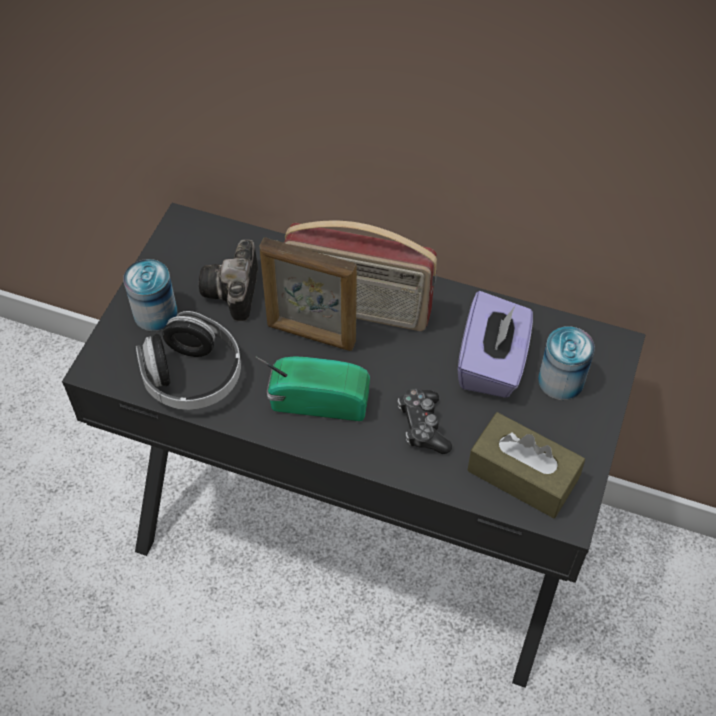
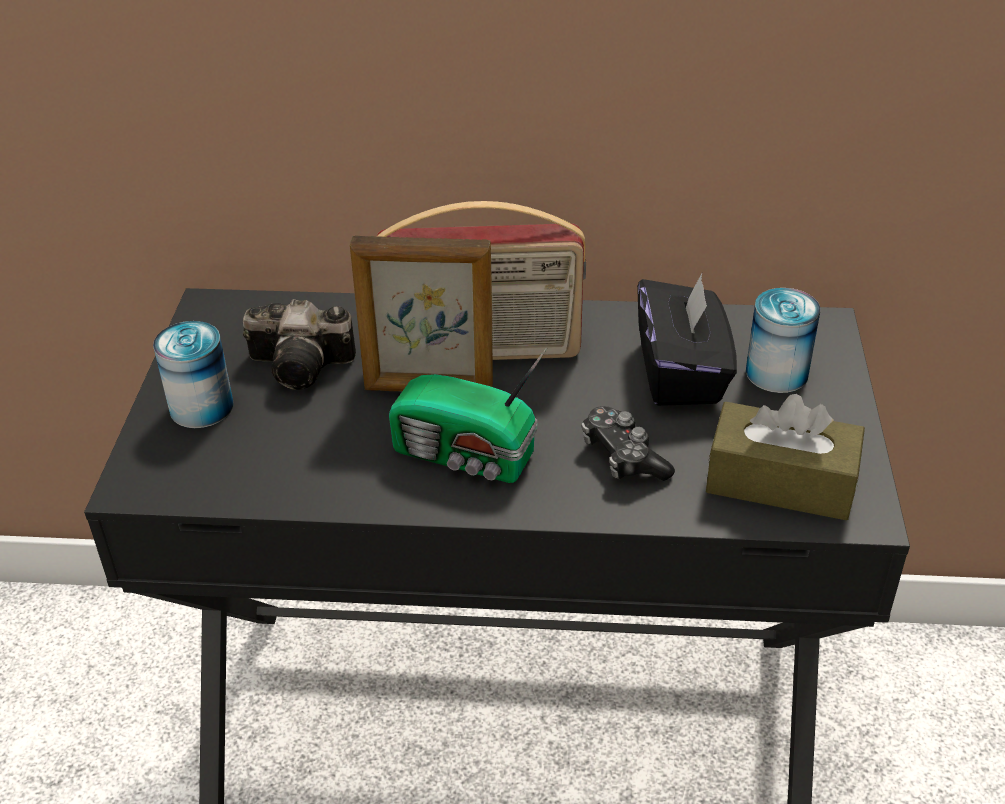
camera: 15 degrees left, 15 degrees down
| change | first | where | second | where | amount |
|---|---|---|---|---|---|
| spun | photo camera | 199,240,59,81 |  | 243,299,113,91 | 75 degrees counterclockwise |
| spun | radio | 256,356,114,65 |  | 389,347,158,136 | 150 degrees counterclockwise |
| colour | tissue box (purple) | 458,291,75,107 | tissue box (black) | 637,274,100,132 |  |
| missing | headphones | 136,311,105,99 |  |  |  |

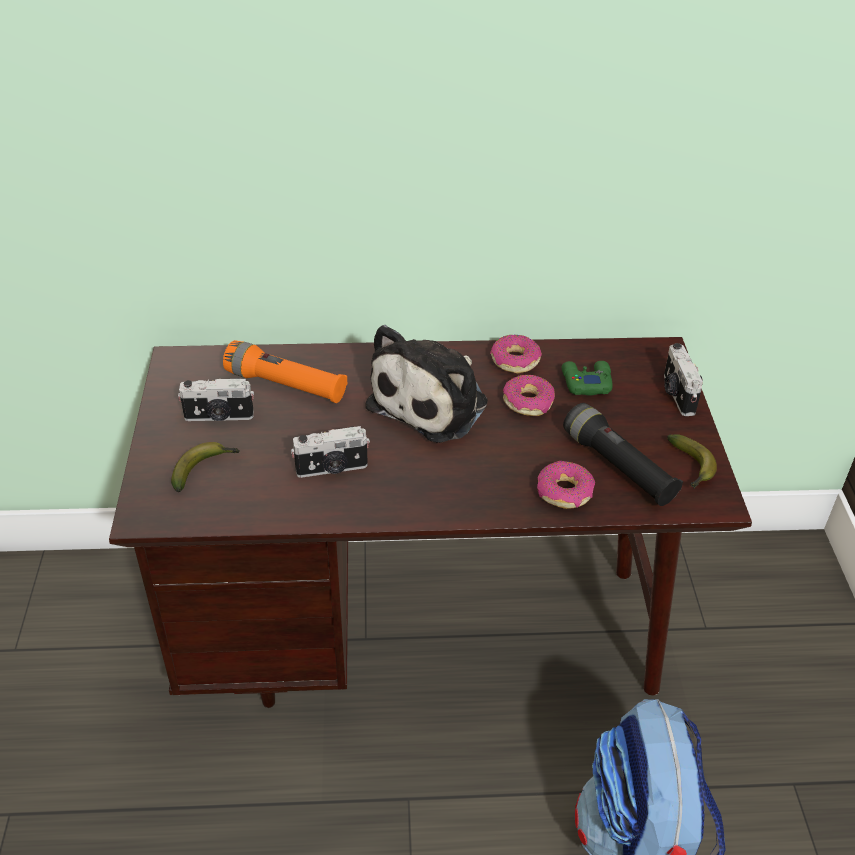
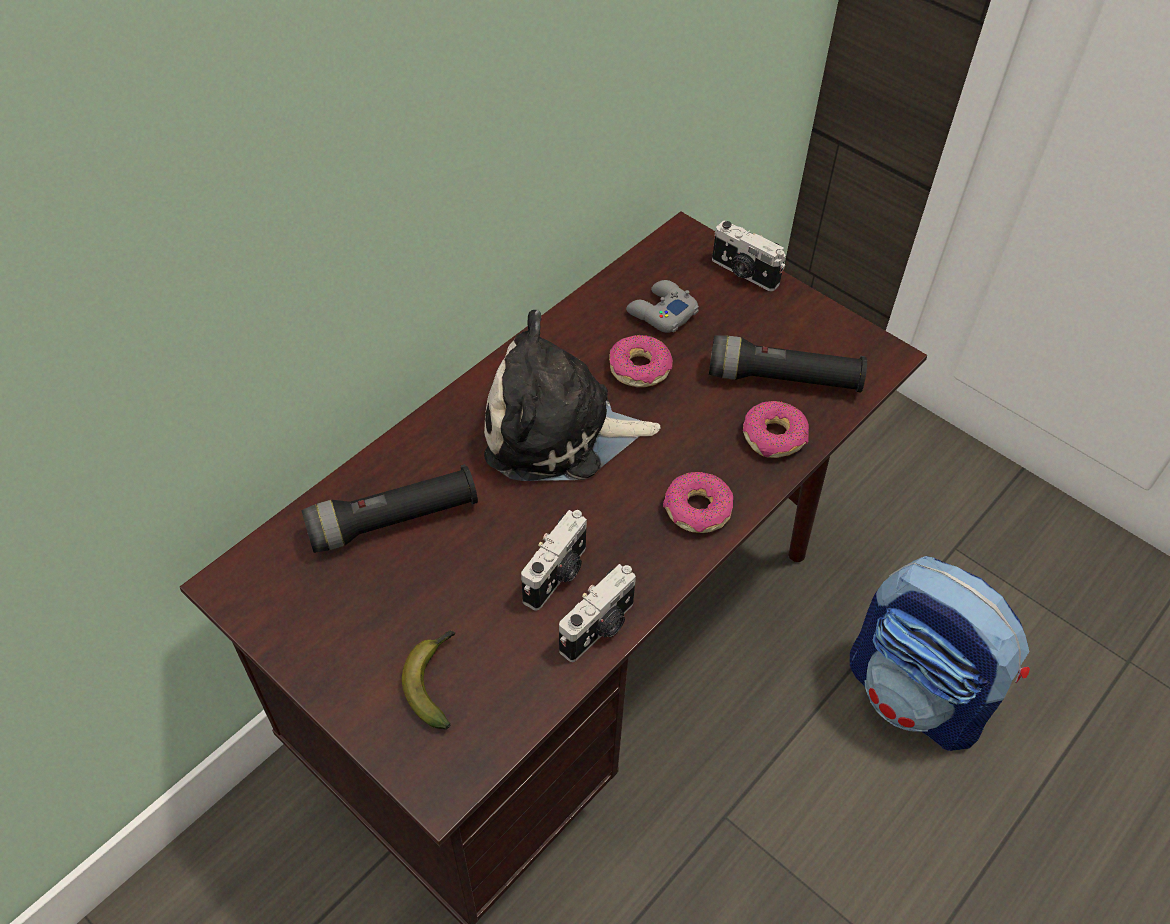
camera: 45 degrees left, 10 degrees up
| change | first | where | second | where | amount |
|---|---|---|---|---|---|
| colour | flashlight (orange) | 223,340,124,63 | flashlight (black) | 302,464,176,89 |  |
| spun | plush toy | 366,325,122,118 |  | 484,310,177,171 | 105 degrees clockwise |
| relocated | photo camera | 178,378,76,43 |  | 559,564,77,98 |  |
| colour | game controller (green) | 562,361,51,35 | game controller (grey) | 626,280,73,53 |  |
| relocated | donut | 490,335,52,38 |  | 663,472,70,61 |  |
| missing | banana | 667,434,50,55 |  |  |  |

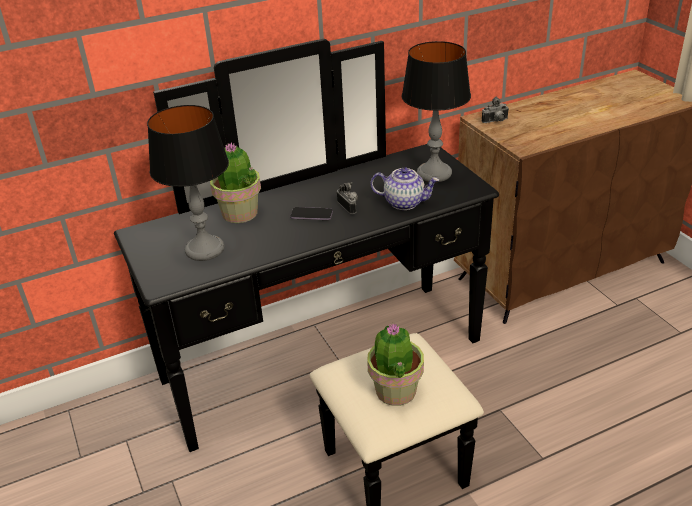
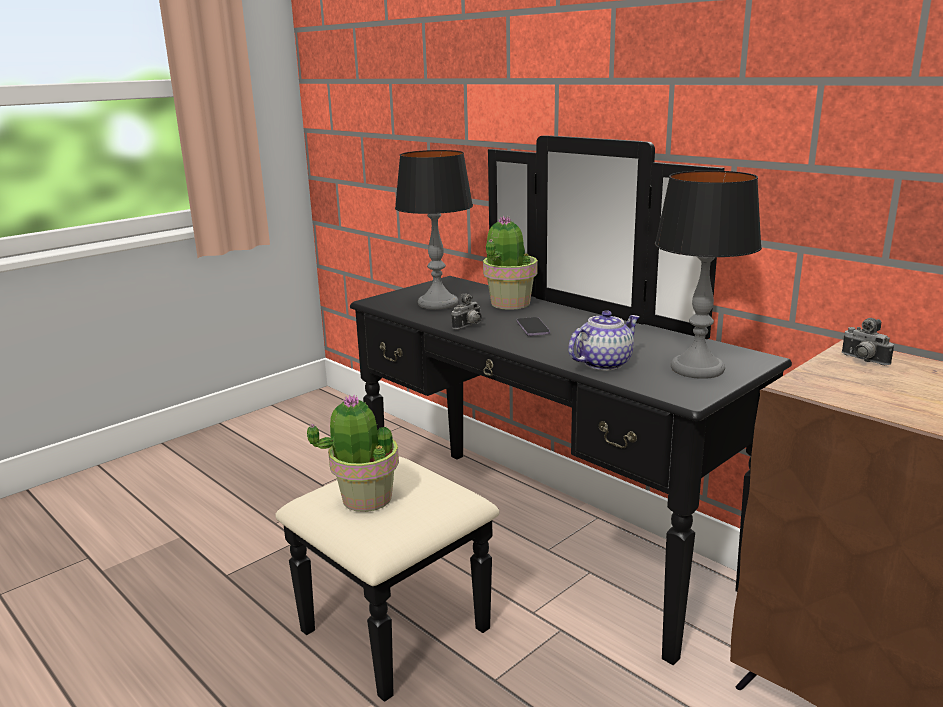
camera: 70 degrees right, 15 degrees down
| change | first | where | second | where | amount |
|---|---|---|---|---|---|
| relocated | photo camera | 337,182,21,32 |  | 452,293,30,37 |  |
| spun | teapot | 370,167,69,43 |  | 568,310,72,61 | 120 degrees counterclockwise |

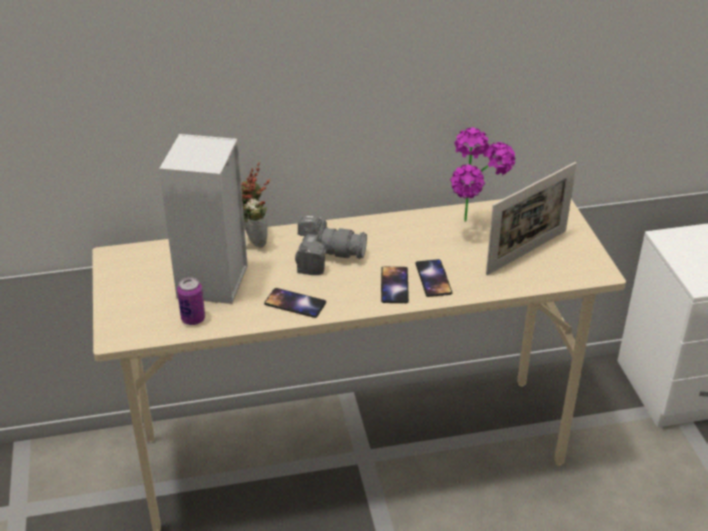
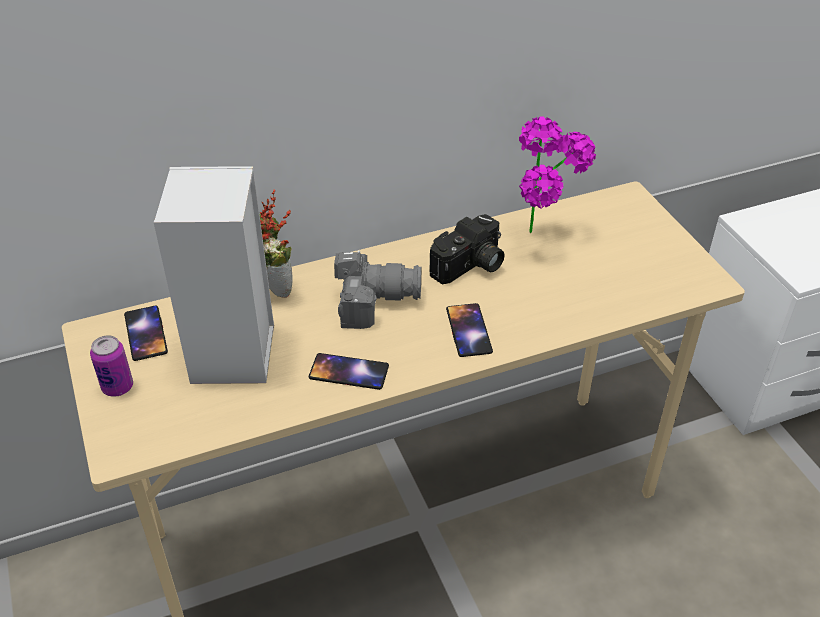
camera: 10 degrees left, 5 degrees up
| change | first | where | second | where | amount |
|---|---|---|---|---|---|
| relocated | can | 177,277,28,48 |  | 90,335,43,62 |  |
| relocated | phone | 416,259,36,38 |  | 124,306,44,55 |  |
| appeared |  |  | photo camera | 429,214,76,70 |  |
| missing | picture frame | 486,162,91,113 |  |  |  |

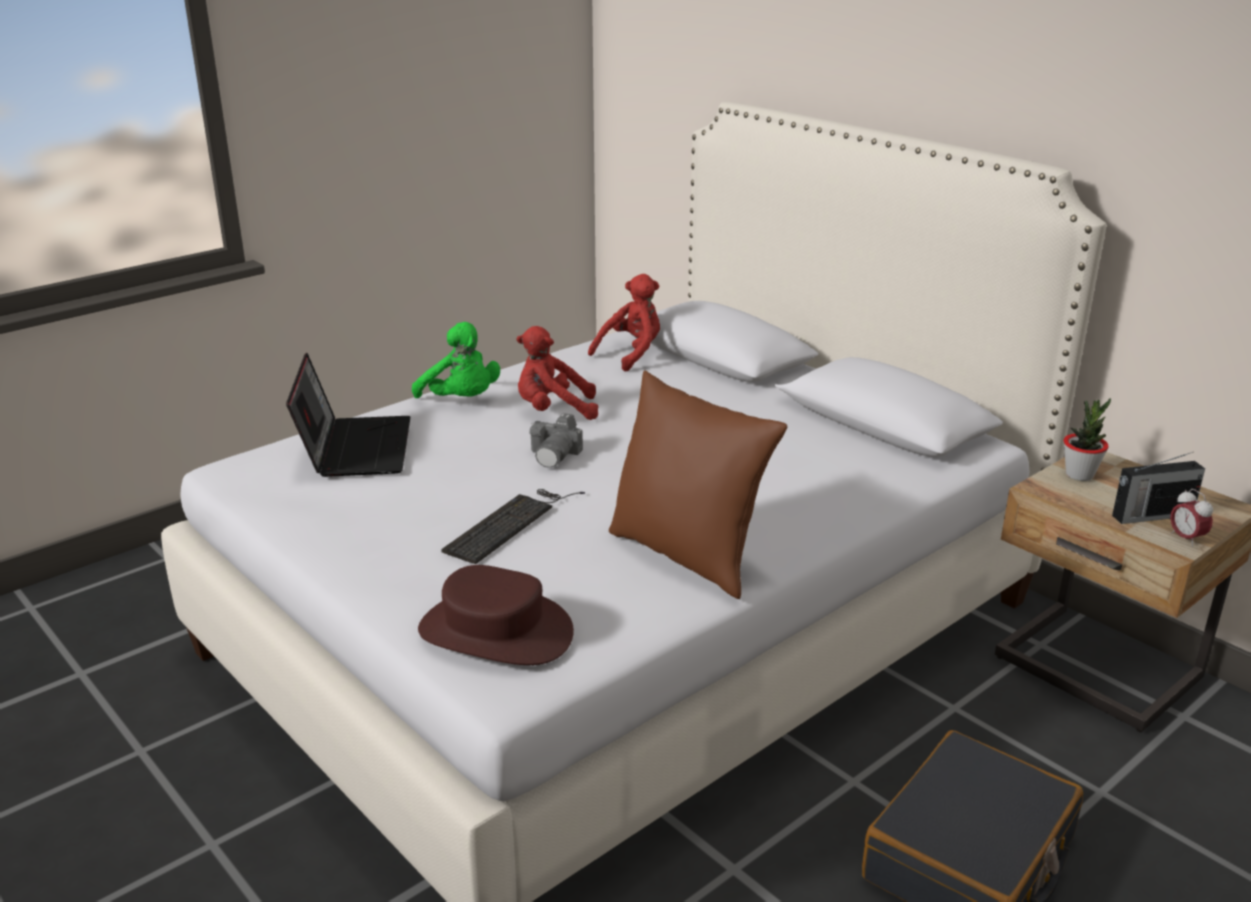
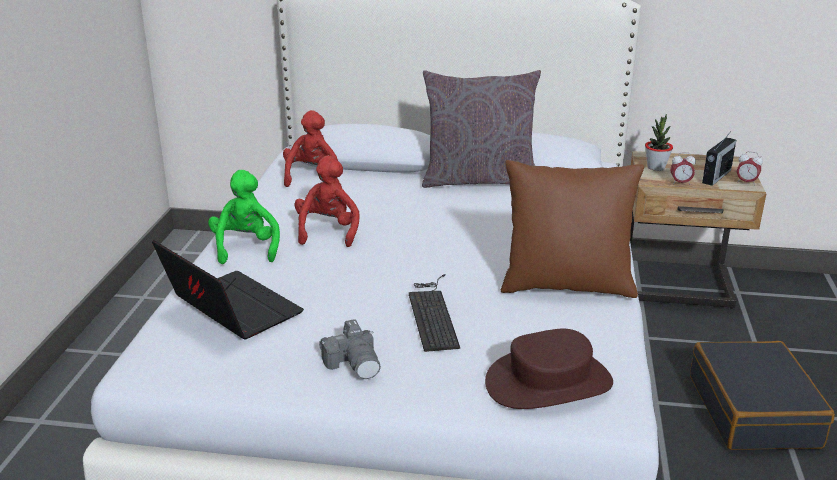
camera: 40 degrees left, 0 degrees up
| change | first | where | second | where | amount |
|---|---|---|---|---|---|
| spun | plush toy (green) | 412,322,88,76 |  | 208,170,72,94 | 105 degrees counterclockwise |
| spun | plush toy (red) | 516,326,82,94 |  | 294,156,65,91 | 135 degrees clockwise |
| relocated | photo camera | 529,413,54,55 |  | 319,319,62,60 |  |
| appeared |  |  | pillow (grey) | 422,70,119,118 |  |
| appeared |  |  | alarm clock | 670,152,26,33 |  |

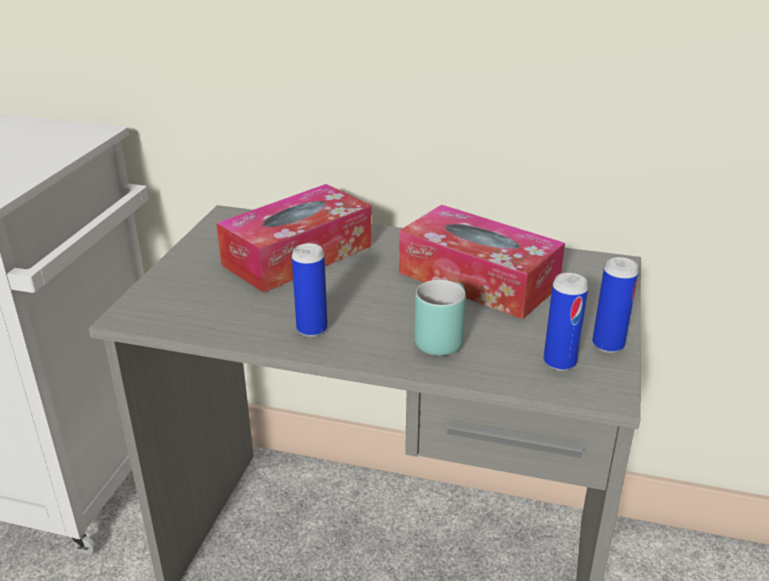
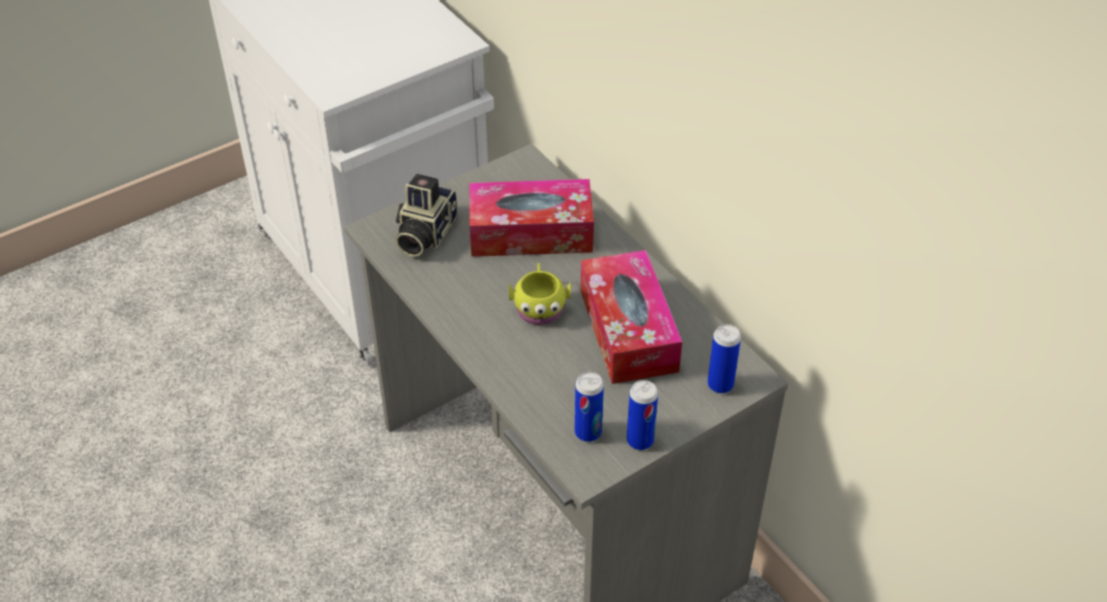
camera: 40 degrees right, 15 degrees up
| change | first | where | second | where | amount |
|---|---|---|---|---|---|
| appeared |  |  | photo camera | 395,174,62,83 |  |
| appeared |  |  | mug (yellow) | 509,263,62,62 |  |
| relocated | can | 292,243,36,94 |  | 707,324,34,70 |  |
| missing | mug (turquoise) | 414,280,52,76 |  |  |  |

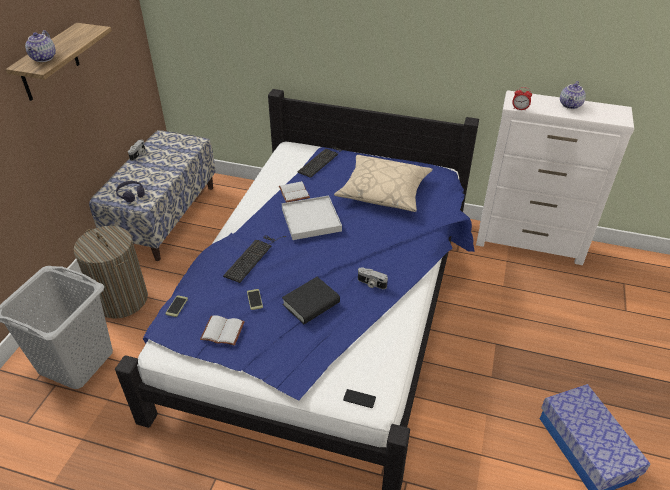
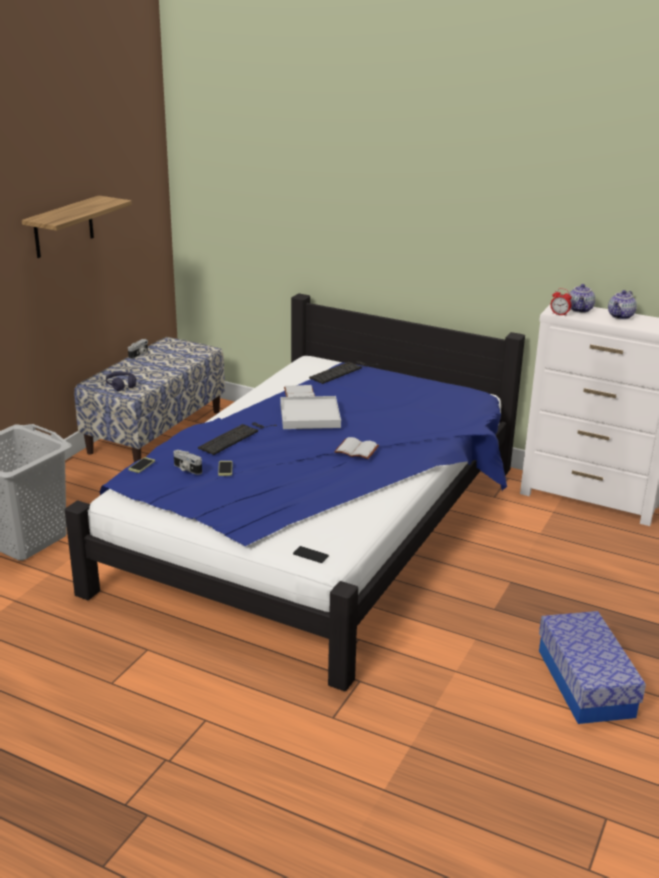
camera: 10 degrees right, 15 degrees down
| change | first | where | second | where | amount |
|---|---|---|---|---|---|
| relocated | photo camera | 358,267,30,22 |  | 173,450,29,25 |  |
| relocated | book (white) | 200,316,45,30 |  | 334,437,45,22 |  |
| relocated | teapot | 25,30,31,32 |  | 569,284,26,29 |  |
| missing | laundry basket | 73,226,75,93 |  |  |  |
| missing | book (black) | 282,277,58,47 |  |  |  |
| missing | pillow (beige) | 334,155,99,57 |  |  |  |

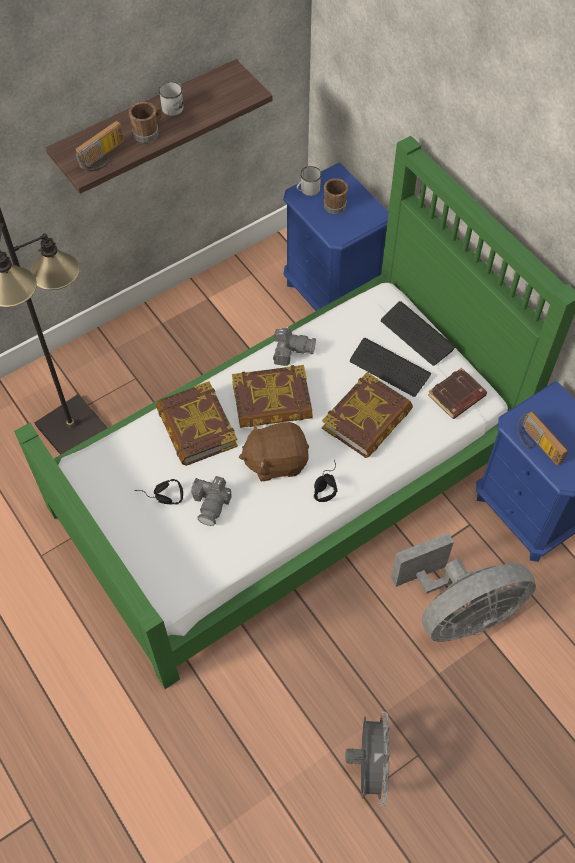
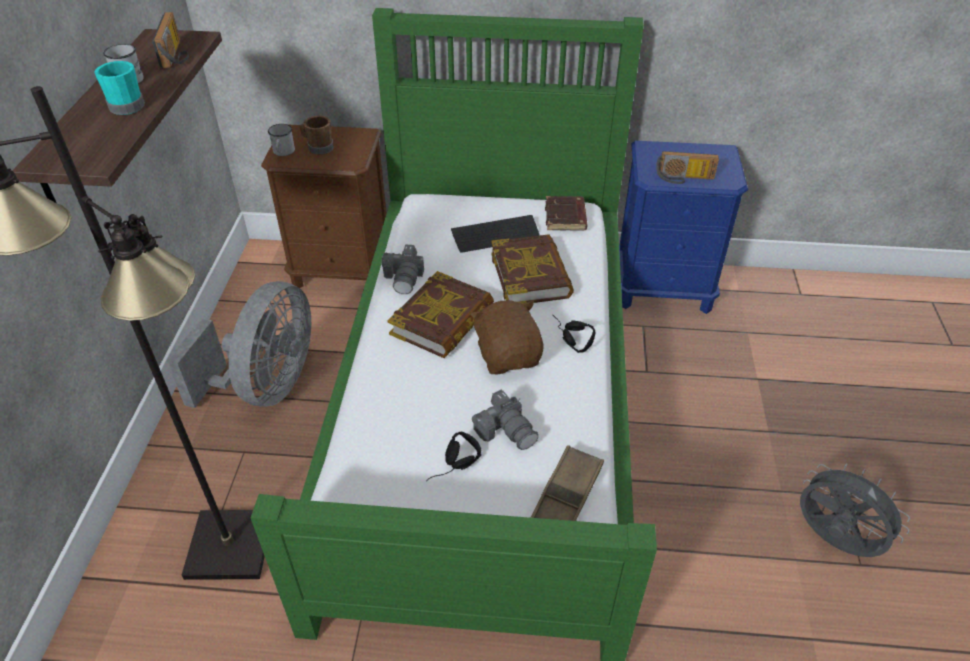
camera: 50 degrees left, 15 degrees down
| change | first | where | second | where | amount |
|---|---|---|---|---|---|
| colour | mug (brown) | 129,102,33,41 | mug (turquoise) | 94,61,51,54 |  |
| relocated | radio | 75,120,49,52 |  | 152,12,37,56 |  |
| relocated | fan (grey) | 391,533,145,109 |  | 167,281,144,127 |  |
| colour | nightstand (blue) | 283,162,106,149 | nightstand (brown) | 261,125,126,163 |  |
| spun | photo camera | 273,327,43,39 |  | 382,245,42,49 | 135 degrees clockwise |
| spun | plush toy (brown) | 239,422,70,59 |  | 471,300,73,74 | 135 degrees clockwise |
| appeared |  |  | tray (brown) | 531,445,73,76 |  |
| missing | book | 156,381,82,85 |  |  |  |
| missing | keyboard | 381,301,75,65 |  |  |  |

